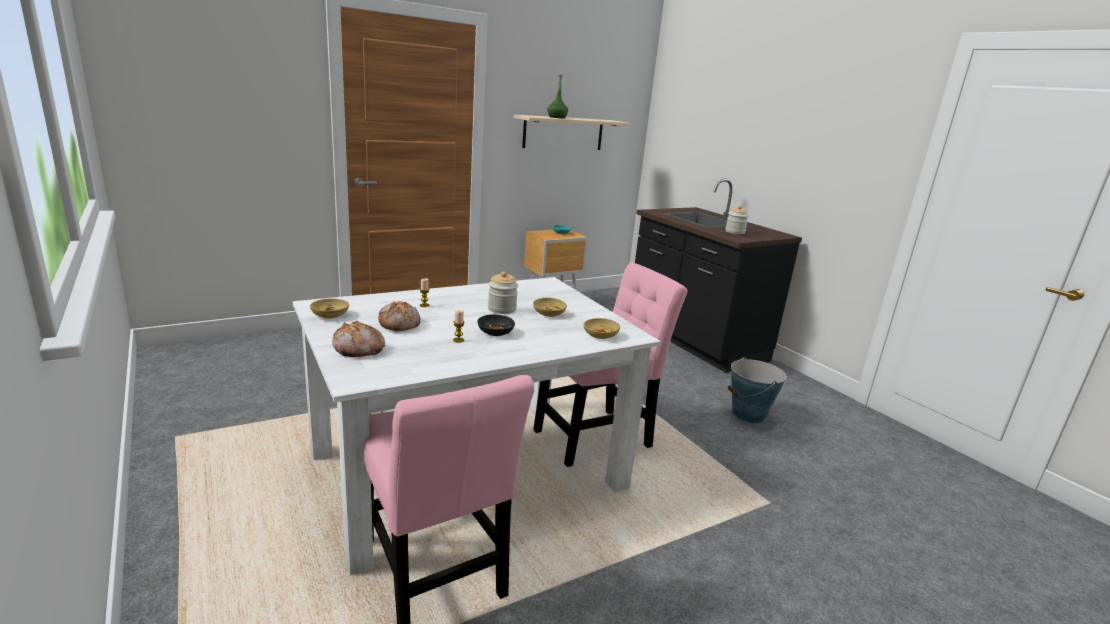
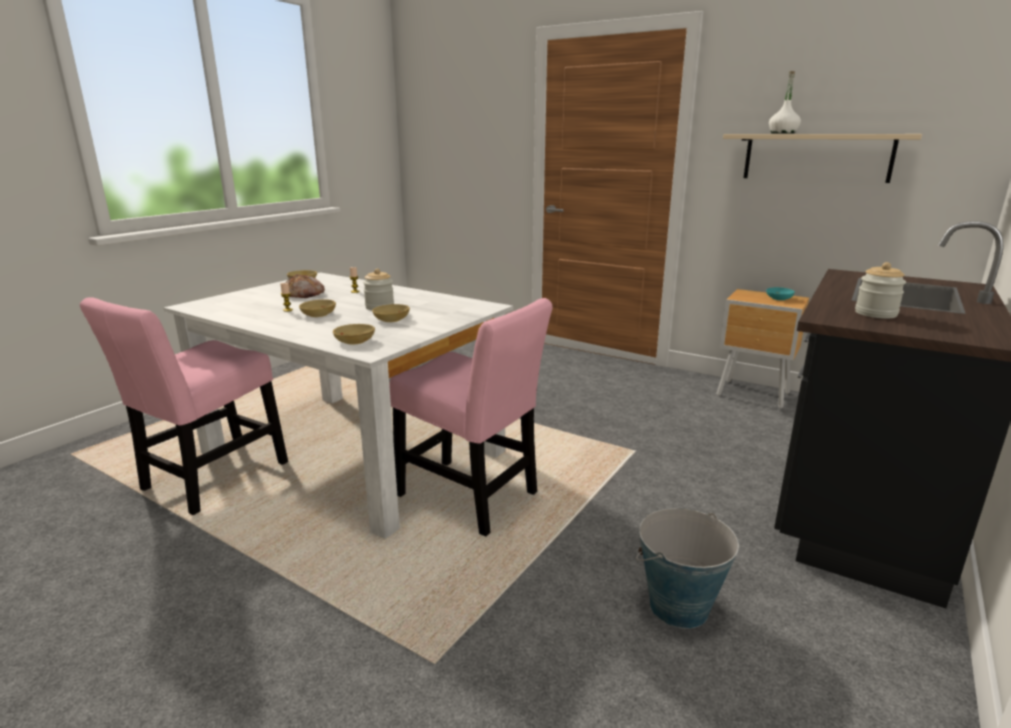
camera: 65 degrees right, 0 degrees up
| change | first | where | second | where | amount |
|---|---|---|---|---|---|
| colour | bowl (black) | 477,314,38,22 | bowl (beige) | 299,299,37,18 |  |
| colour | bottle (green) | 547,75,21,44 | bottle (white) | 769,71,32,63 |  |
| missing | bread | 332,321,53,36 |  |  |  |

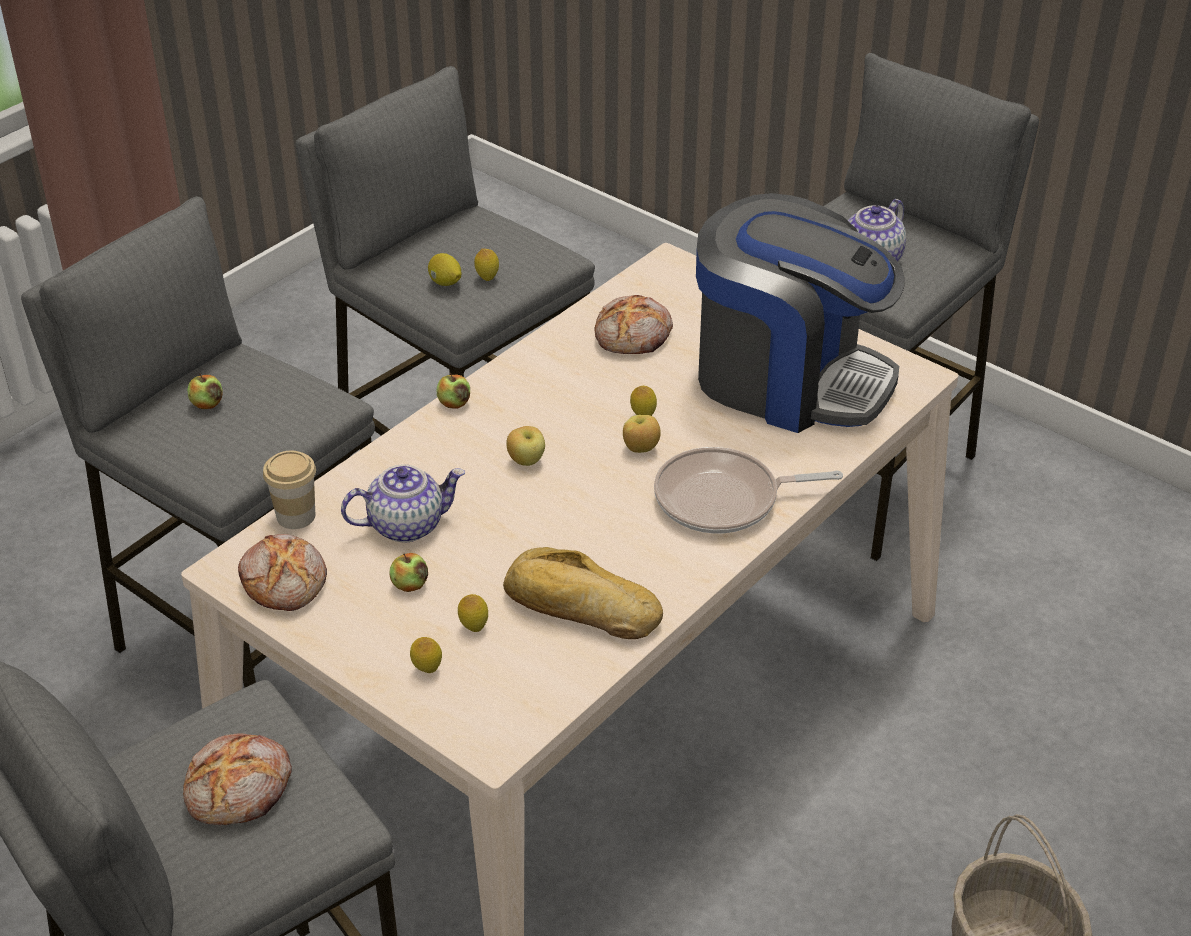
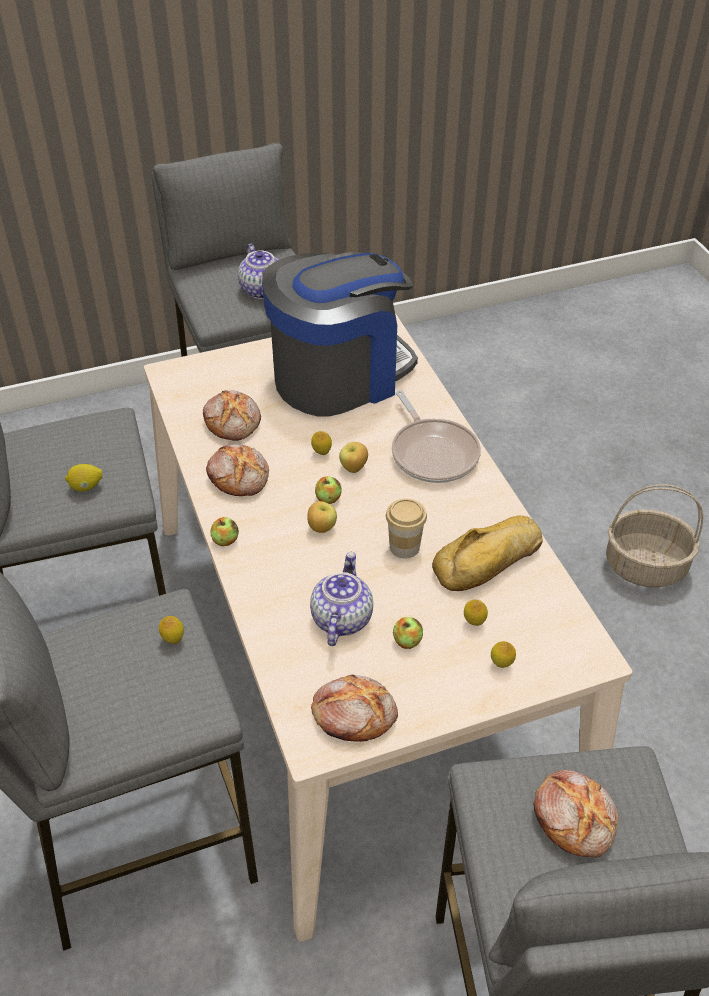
camera: 60 degrees left, 5 degrees up
| change | first | where | second | where | amount |
|---|---|---|---|---|---|
| relocated | lemon | 474,248,25,33 |  | 159,616,25,28 |  |
| appeared |  |  | bread | 206,444,63,52 |  |
| relocated | apple | 187,374,36,35 |  | 315,476,27,28 |  |
| relocated | cup | 263,450,53,79 |  | 386,499,41,59 |  |
| spun | frying pan | 654,447,189,87 |  | 392,390,89,93 | 45 degrees counterclockwise |

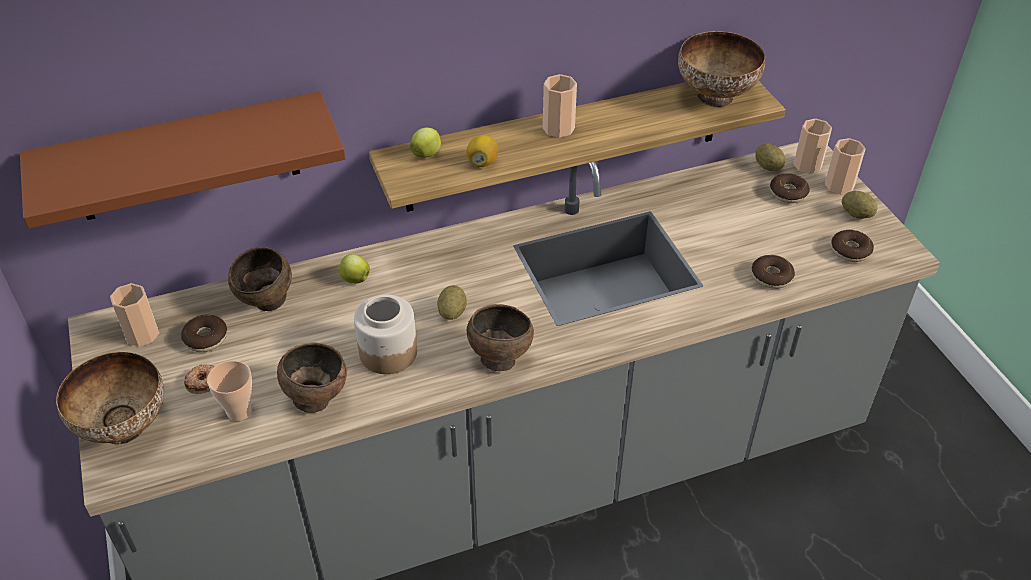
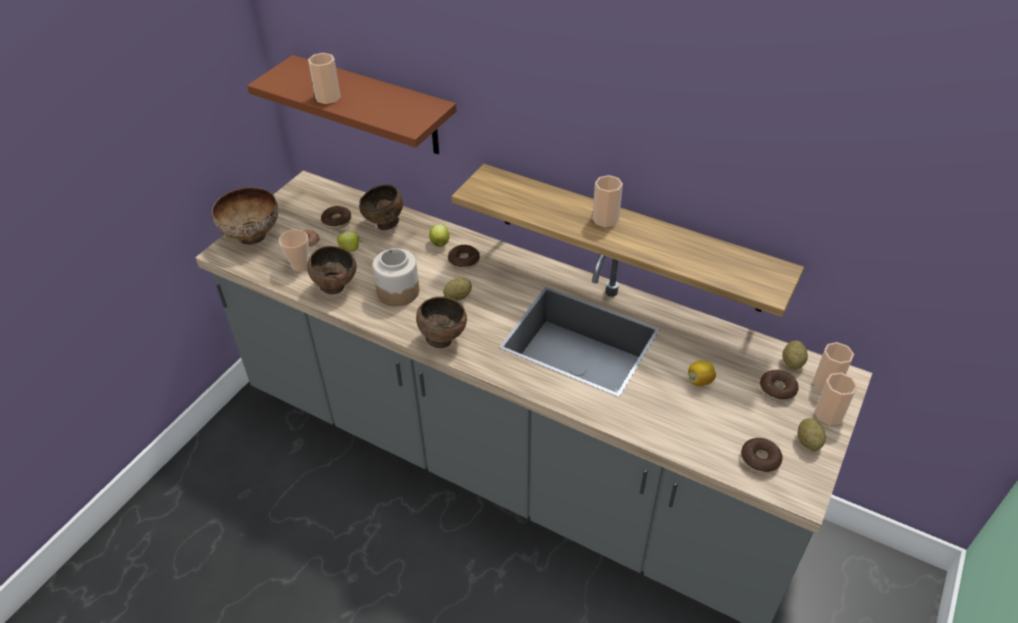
camera: 50 degrees right, 0 degrees up
| change | first | where | second | where | amount |
|---|---|---|---|---|---|
| relocated | cup | 110,283,49,64 |  | 308,53,33,51 |  |
| relocated | apple | 410,127,31,31 |  | 337,231,25,21 |  |
| relocated | donut | 751,255,44,34 |  | 448,245,32,24 |  |
| relocated | lemon | 466,135,32,32 |  | 688,361,28,25 |  |
| missing | bowl | 678,31,87,76 |  |  |  |

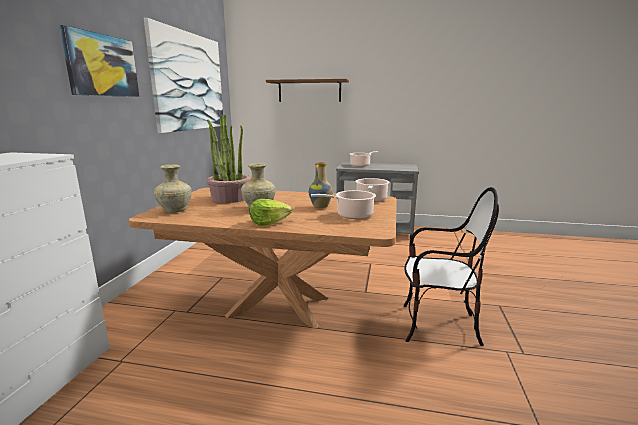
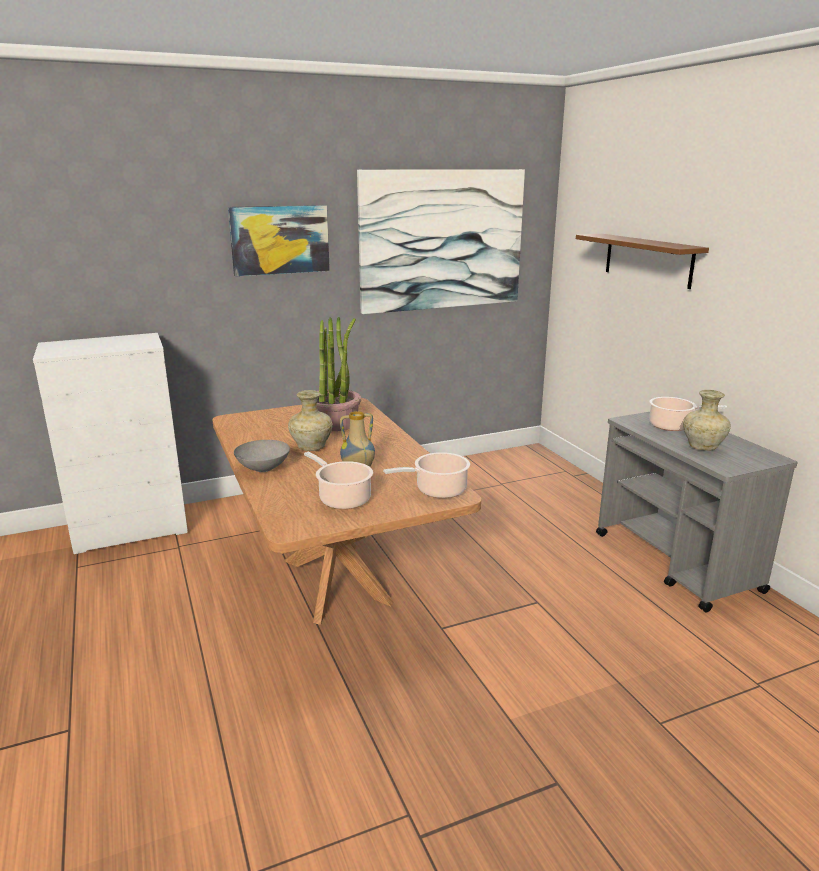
camera: 55 degrees right, 5 degrees up
| change | first | where | second | where | amount |
|---|---|---|---|---|---|
| exchanged | lettuce | 250,199,42,27 | bowl (grey) | 234,440,56,32 |  |
| relocated | vase (beige) | 154,164,38,49 |  | 683,390,48,61 |  |
| missing | chair | 404,187,95,159 |  |  |  |

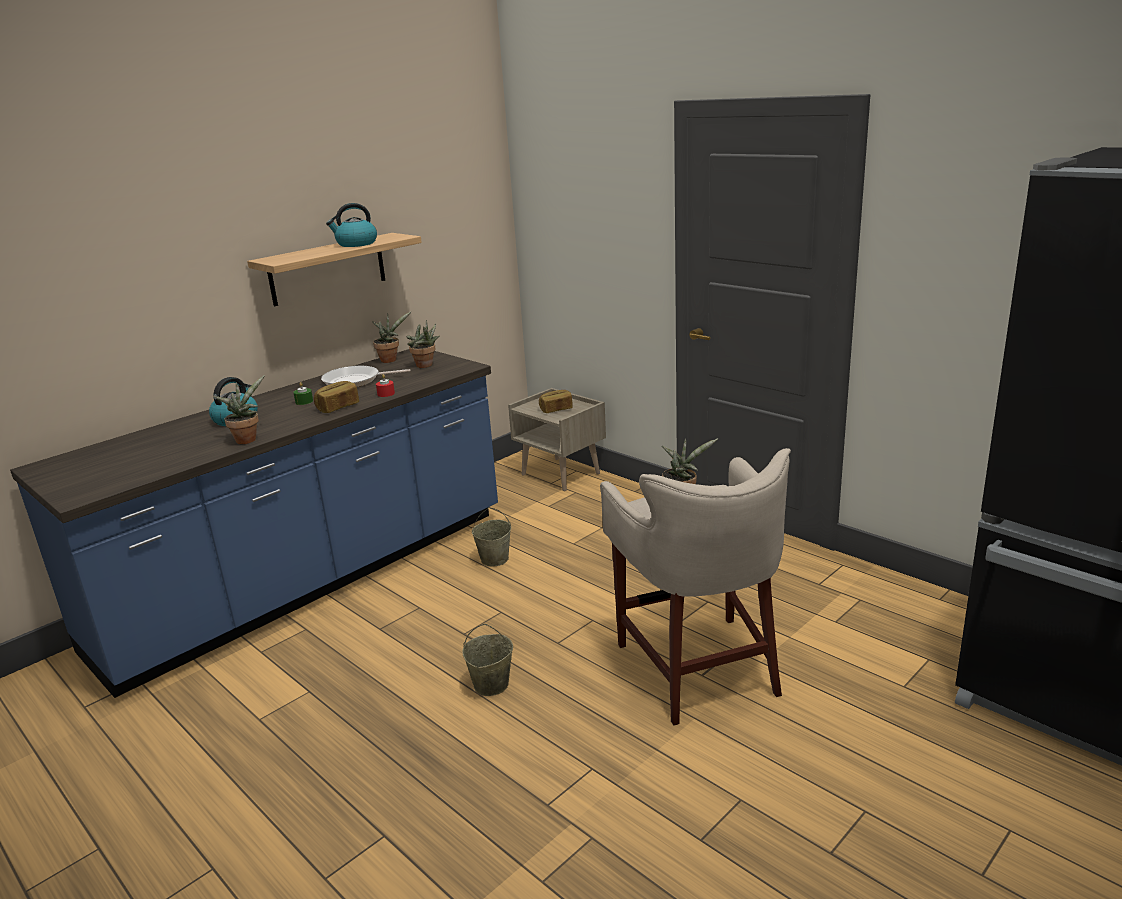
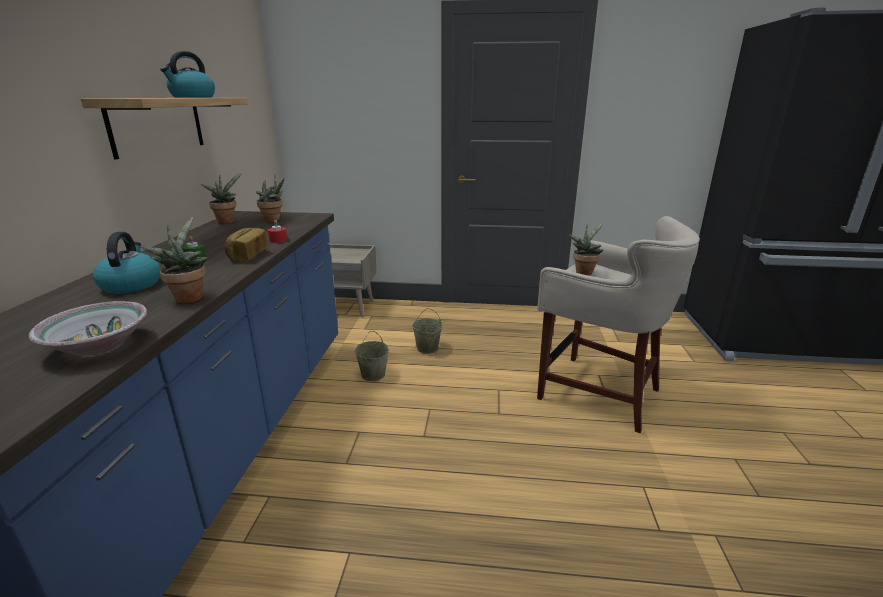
camera: 40 degrees left, 0 degrees up
| change | first | where | second | where | amount |
|---|---|---|---|---|---|
| appeared |  |  | bowl | 29,301,118,55 |  |
| relocated | bucket (beige) | 462,624,51,72 |  | 412,308,30,46 |  |
| missing | frying pan | 321,366,90,21 |  |  |  |
| missing | bread | 539,390,34,23 |  |  |  |

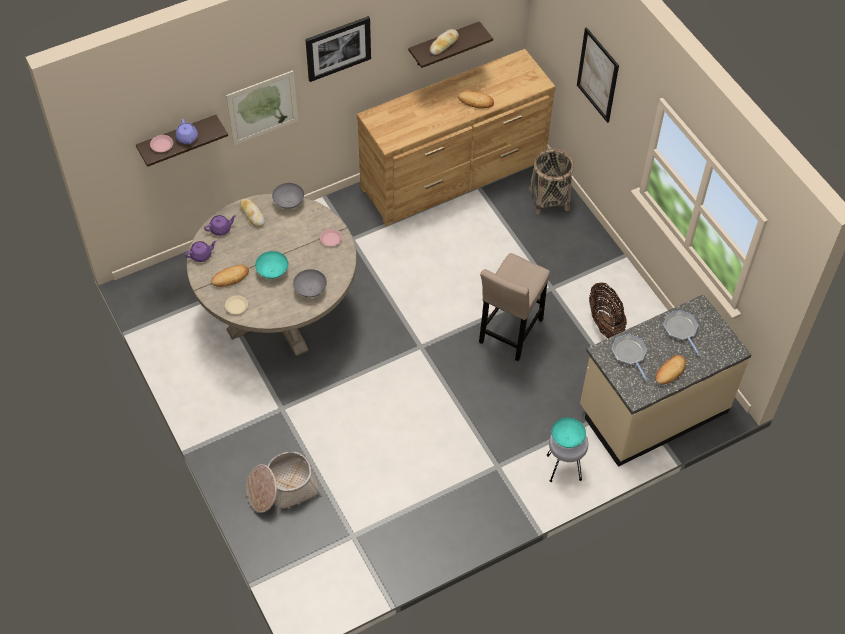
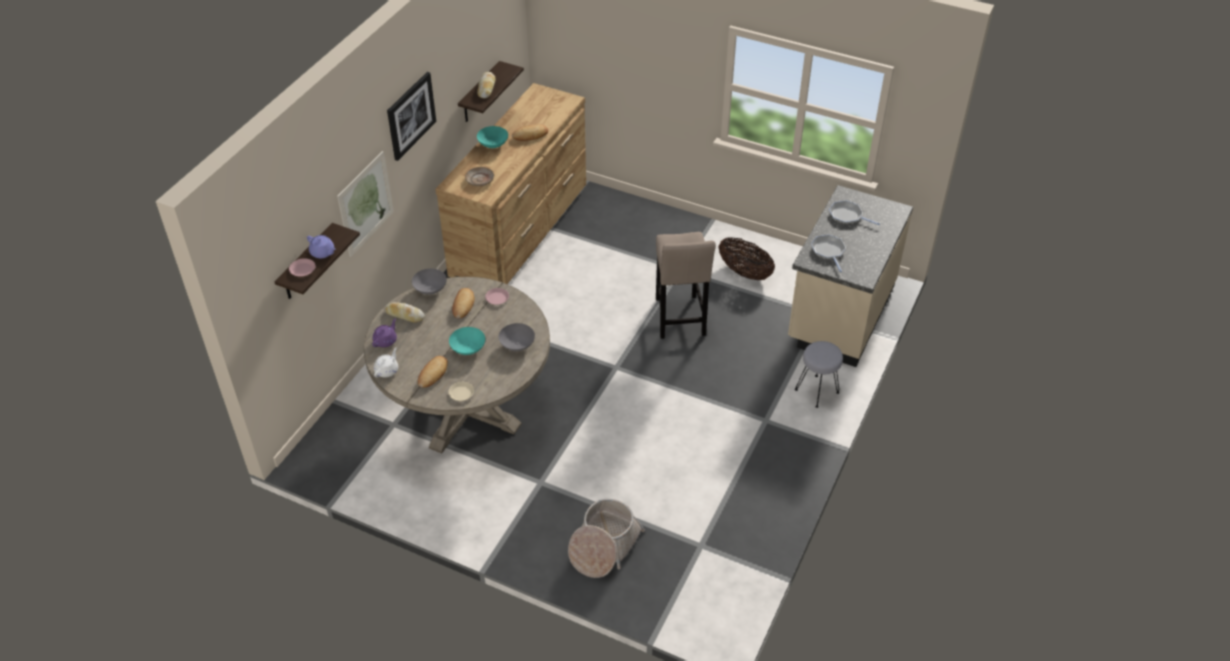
camera: 35 degrees left, 10 degrees down
| change | first | where | second | where | amount |
|---|---|---|---|---|---|
| colour | teapot (purple) | 185,241,32,21 | teapot (white) | 374,347,24,31 |  |
| relocated | bread | 656,355,30,29 |  | 452,288,23,31 |  |
| appeared |  |  | plate (beige) | 465,167,29,19 |  |
| relocated | bowl (turquoise) | 552,417,34,31 |  | 477,126,31,22 |  |
| spun | frying pan | 611,334,37,46 |  | 811,235,35,37 | 45 degrees clockwise |
| missing | basket | 529,149,45,65 |  |  |  |
| missing | picture | 577,27,42,96 |  |  |  |

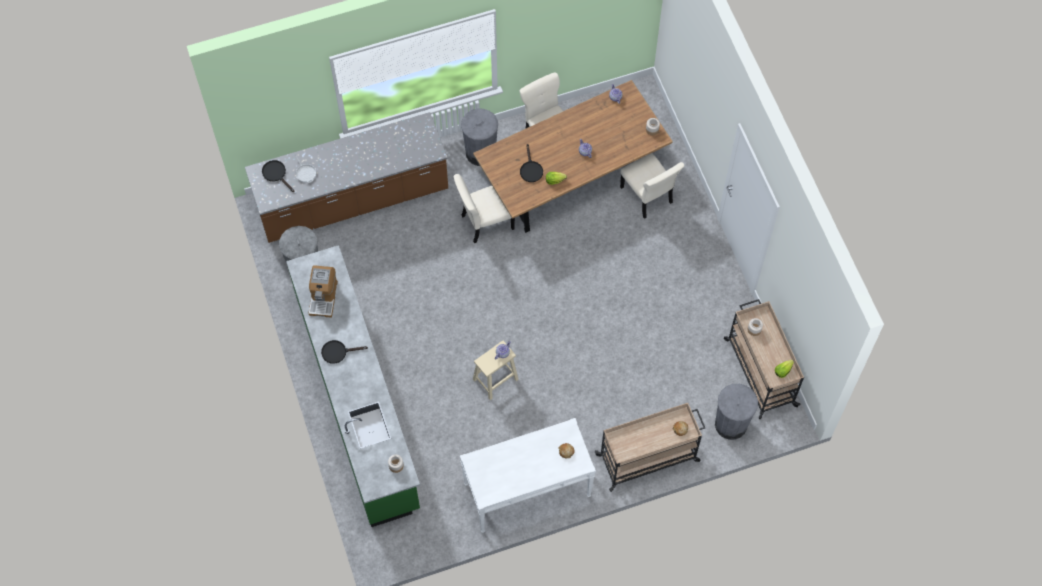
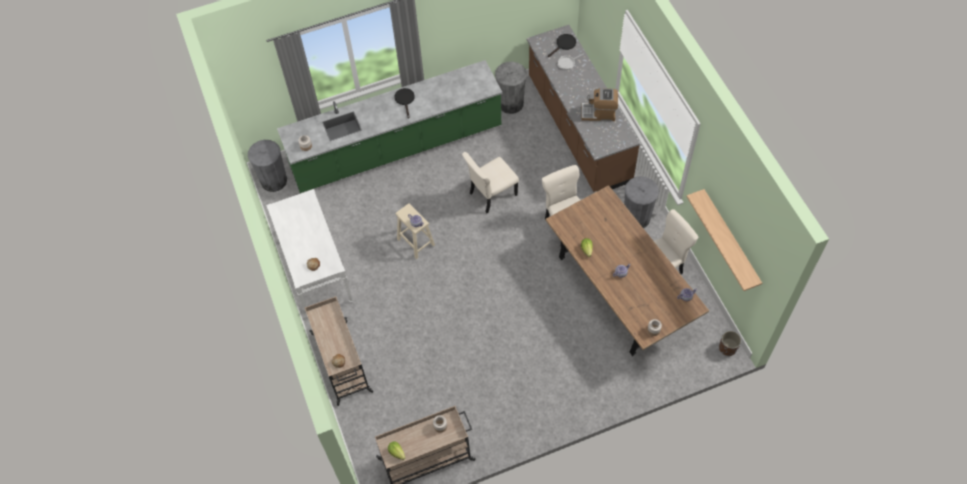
camera: 90 degrees right, 5 degrees down
| change | first | where | second | where | amount |
|---|---|---|---|---|---|
| relocated | trash can (grey) | 715,384,43,56 |  | 248,140,39,52 |  |
| relocated | chair (beige) | 620,153,64,66 |  | 462,152,57,61 |  |
| relocated | coffee machine | 308,265,30,53 |  | 582,88,36,33 |  |
| appeared |  |  | shelf | 687,189,75,102 |  |
| appeared |  |  | planter (brown) | 719,331,22,25 |  |
| missing | frying pan (black) | 520,144,23,38 |  |  |  |

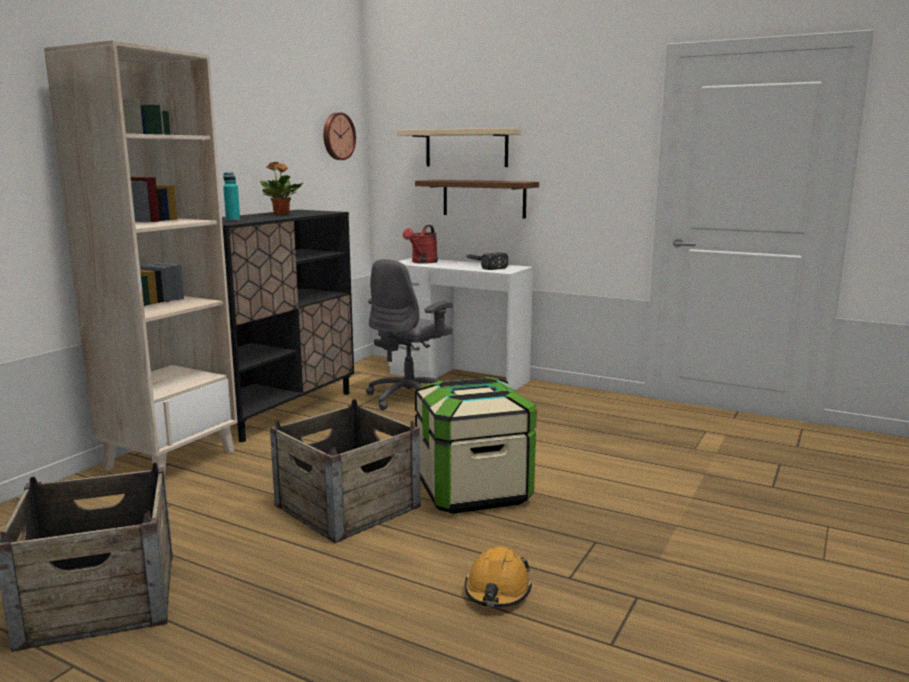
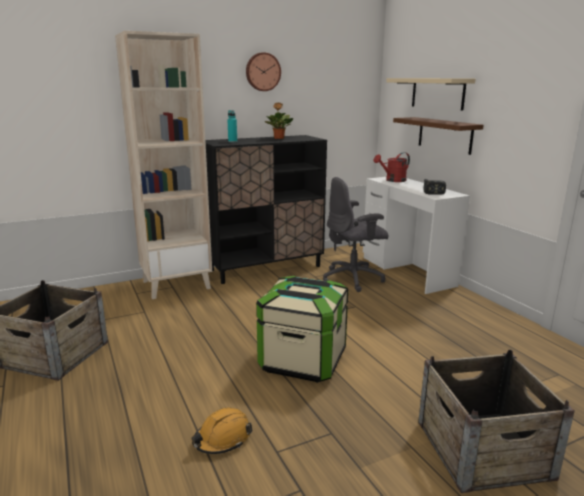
camera: 35 degrees right, 5 degrees up
| change | first | where | second | where | amount |
|---|---|---|---|---|---|
| relocated | wall clock | 323,112,33,48 |  | 246,52,35,39 |  |
| relocated | crate | 270,399,151,144 |  | 418,350,157,143 |  |

